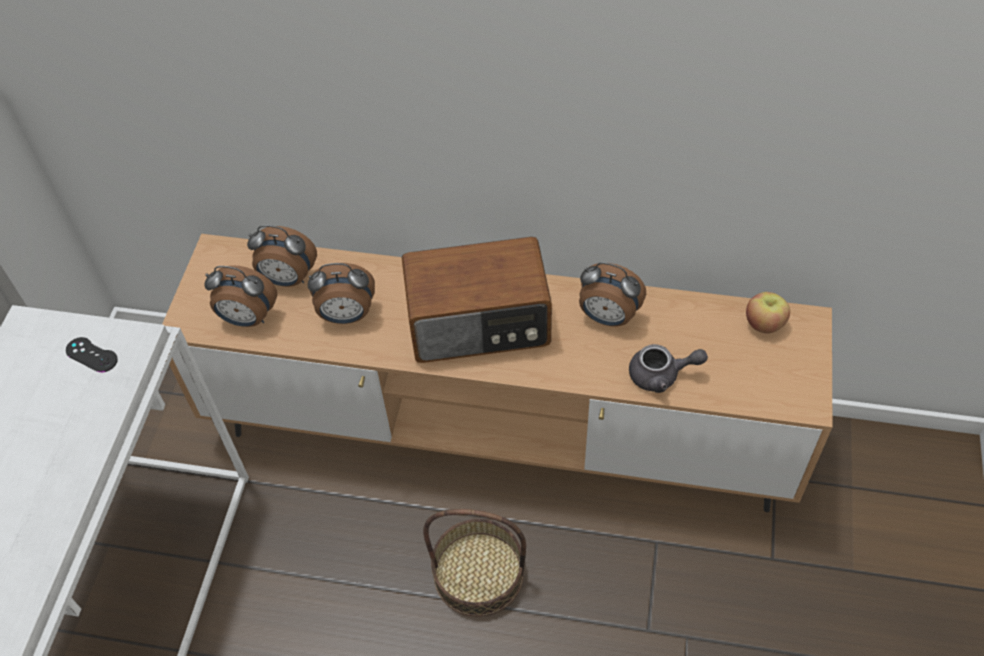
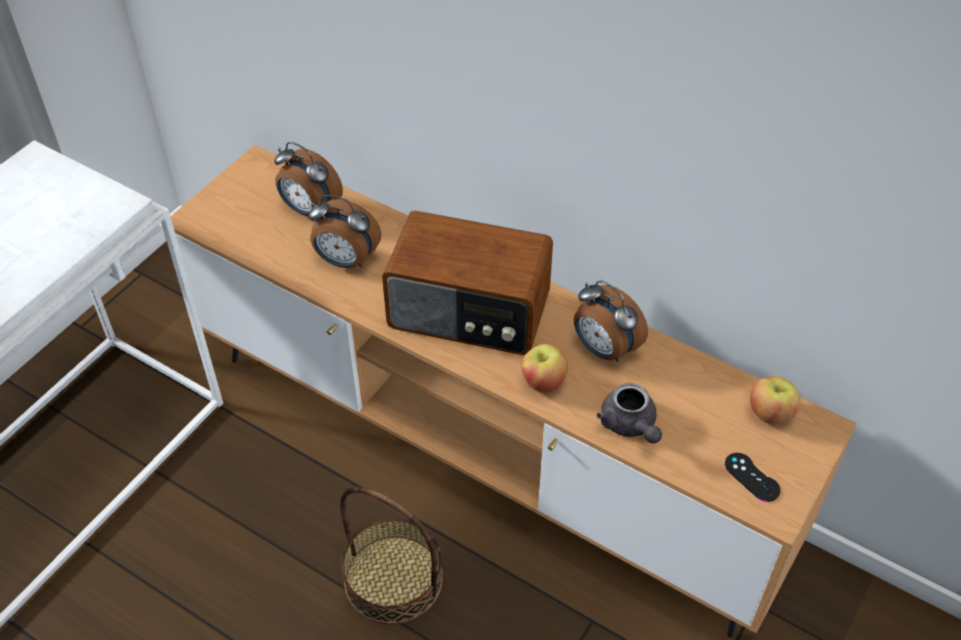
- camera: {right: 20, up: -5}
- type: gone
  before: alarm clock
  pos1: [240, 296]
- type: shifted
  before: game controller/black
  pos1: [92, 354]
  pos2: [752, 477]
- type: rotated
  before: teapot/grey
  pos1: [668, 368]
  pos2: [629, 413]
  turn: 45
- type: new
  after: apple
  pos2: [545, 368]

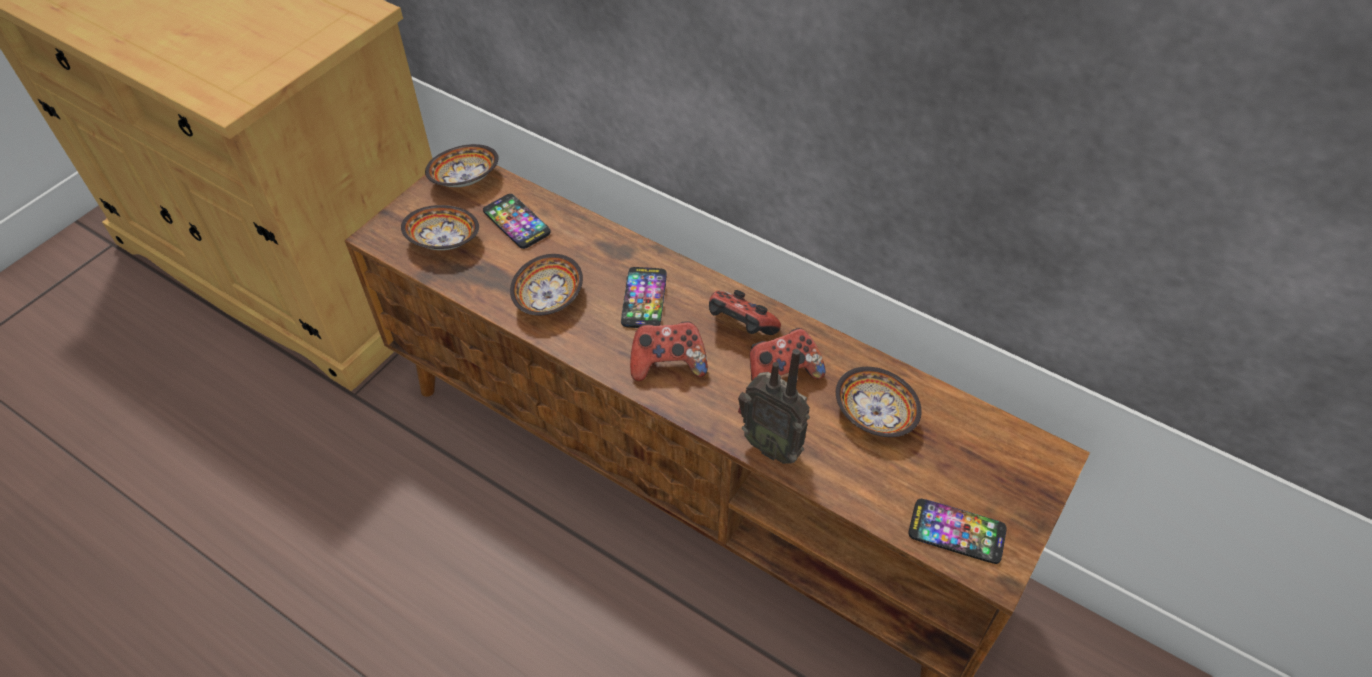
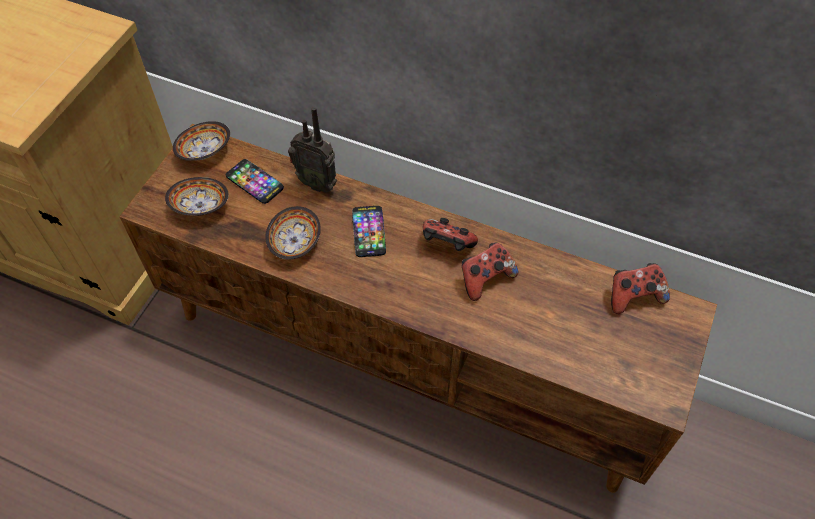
- camera: {right: -10, up: 5}
- type: shifted
  before: game controller
  pos1: [669, 351]
  pos2: [640, 288]
- type: shifted
  before: radio
  pos1: [774, 406]
  pos2: [312, 150]
- type: gone
  before: bowl
  pos1: [879, 402]
- type: gone
  before: phone
  pos1: [957, 531]

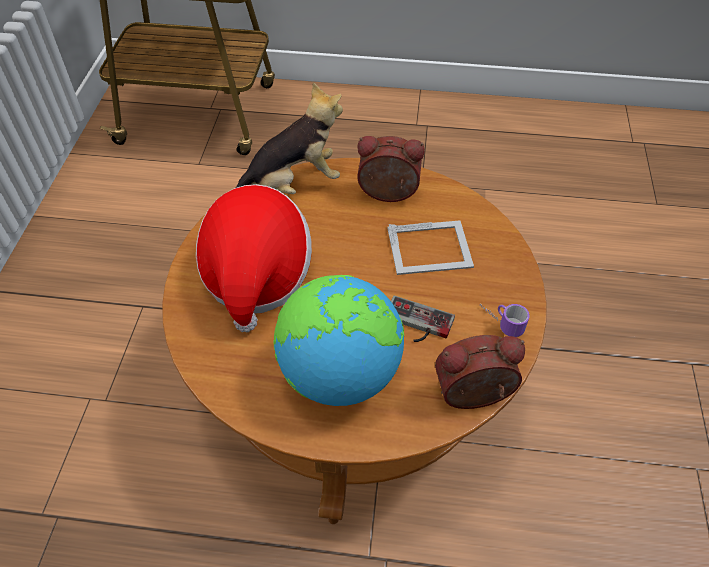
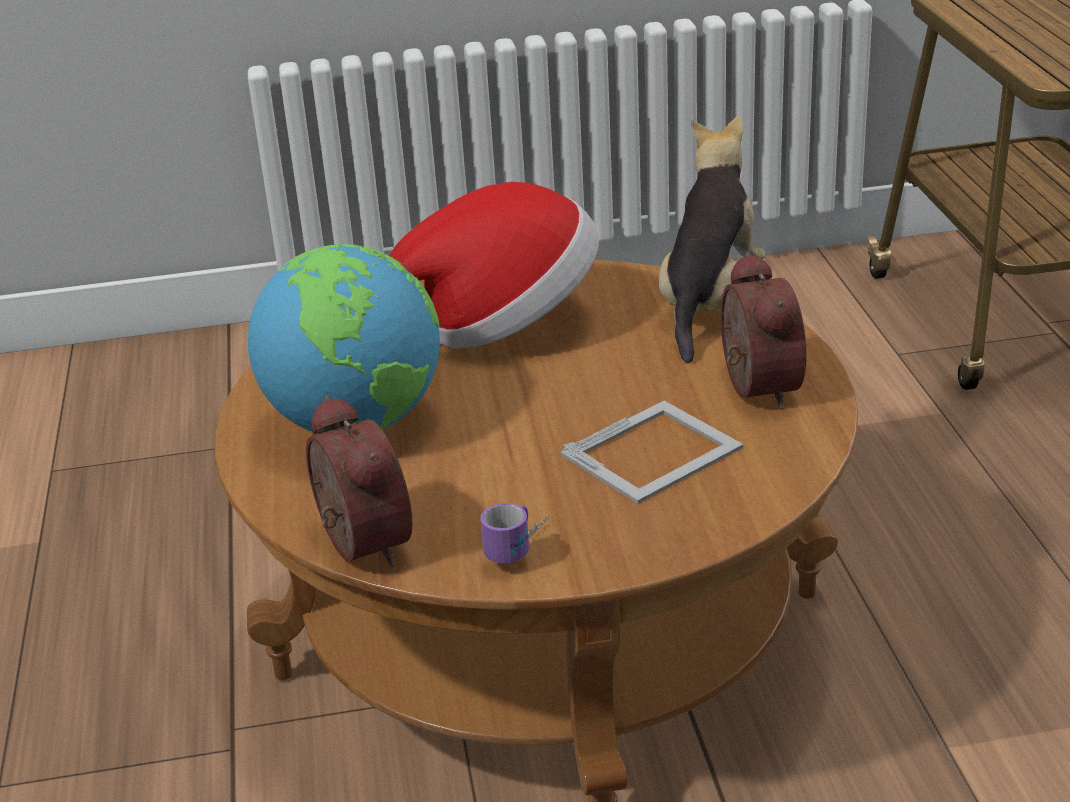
- camera: {right: 75, up: -20}
- type: rotated
  before: plush toy
  pos1: [289, 138]
  pos2: [712, 239]
  turn: -120
- type: rotated
  before: picture frame
  pos1: [430, 247]
  pos2: [652, 452]
  turn: -105
- type: gone
  before: game controller
  pos1: [423, 319]

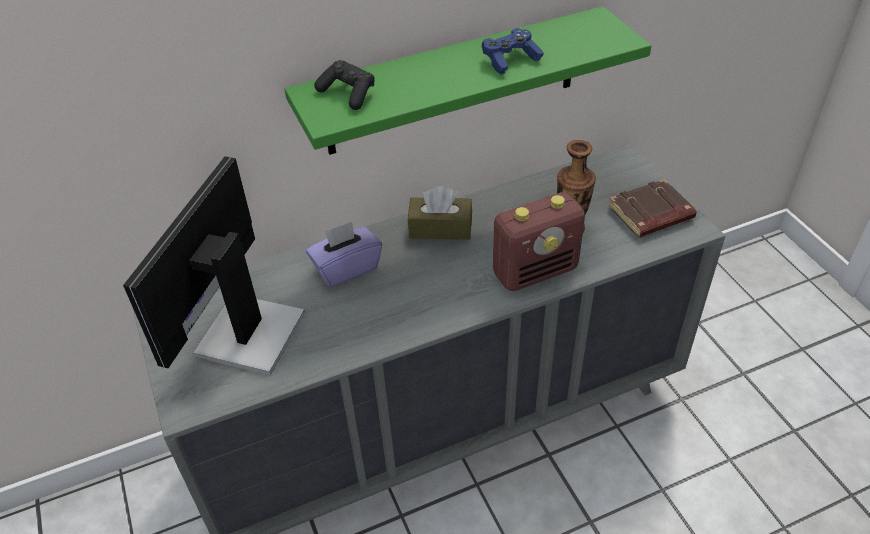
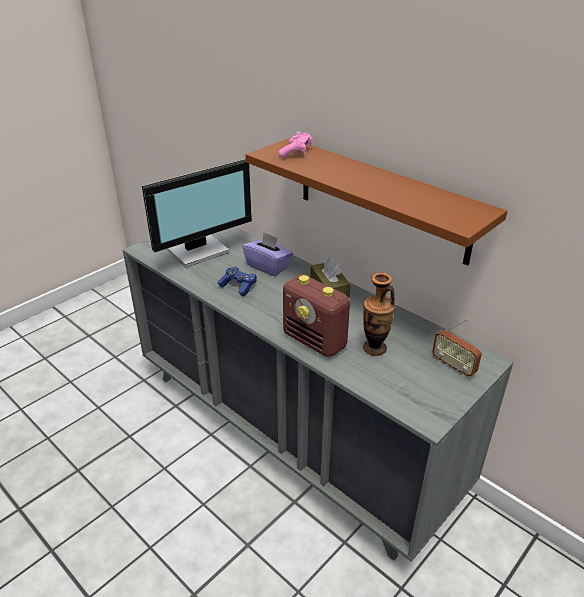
- camera: {right: 65, up: -10}
- type: repainted
  before: shelf/green
  after: shelf/brown
  pos1: [467, 80]
  pos2: [376, 202]
- type: shifted
  before: game controller/blue
  pos1: [513, 51]
  pos2: [237, 281]
- type: repainted
  before: game controller/black
  after: game controller/pink
  pos1: [344, 85]
  pos2: [295, 145]
- type: rotated
  before: monitor
  pos1: [214, 265]
  pos2: [197, 213]
  turn: 150
- type: gone
  before: book/brown
  pos1: [652, 208]
- type: new
  after: radio
  pos2: [457, 347]

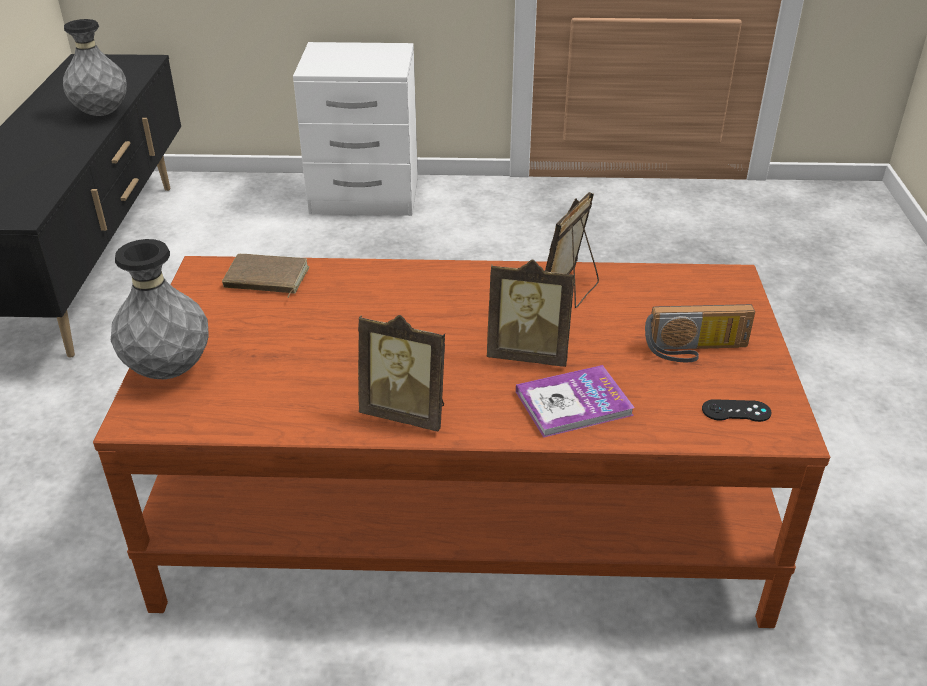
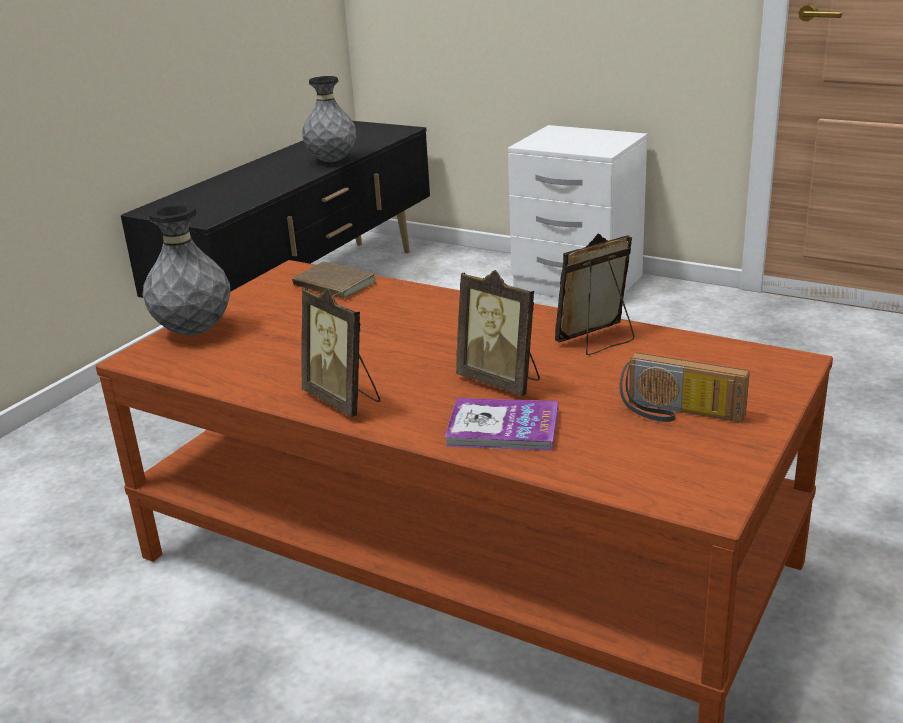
- camera: {right: 30, up: -10}
- type: gone
  before: game controller/black
  pos1: [736, 410]

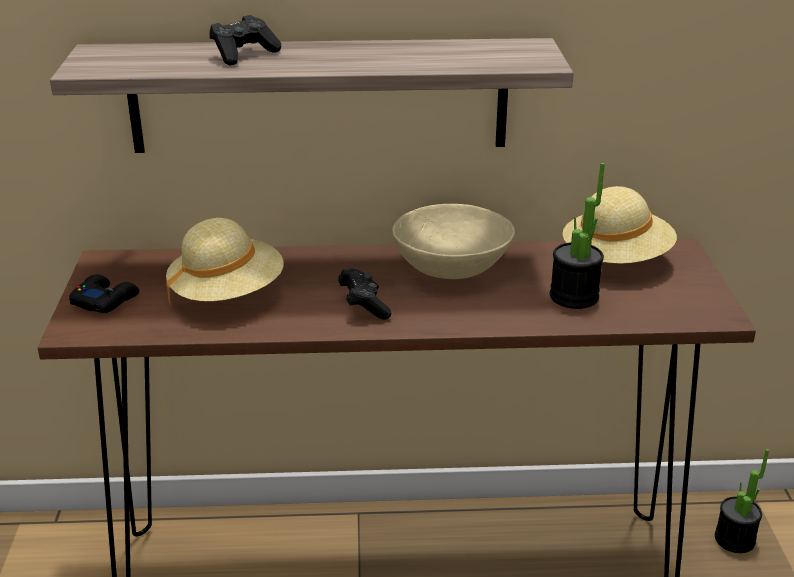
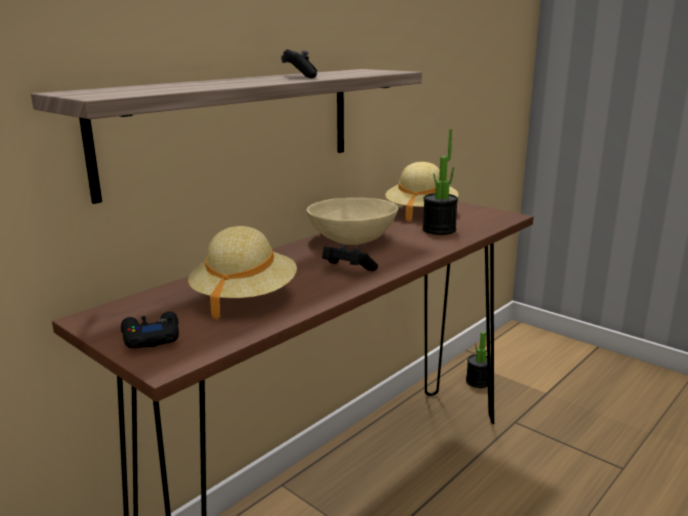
- camera: {right: -45, up: -10}
- type: shifted
  before: game controller/black
  pos1: [245, 40]
  pos2: [299, 63]

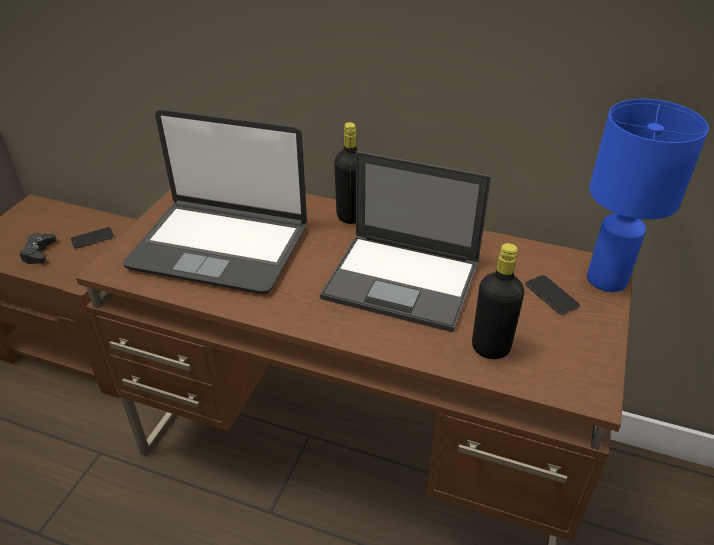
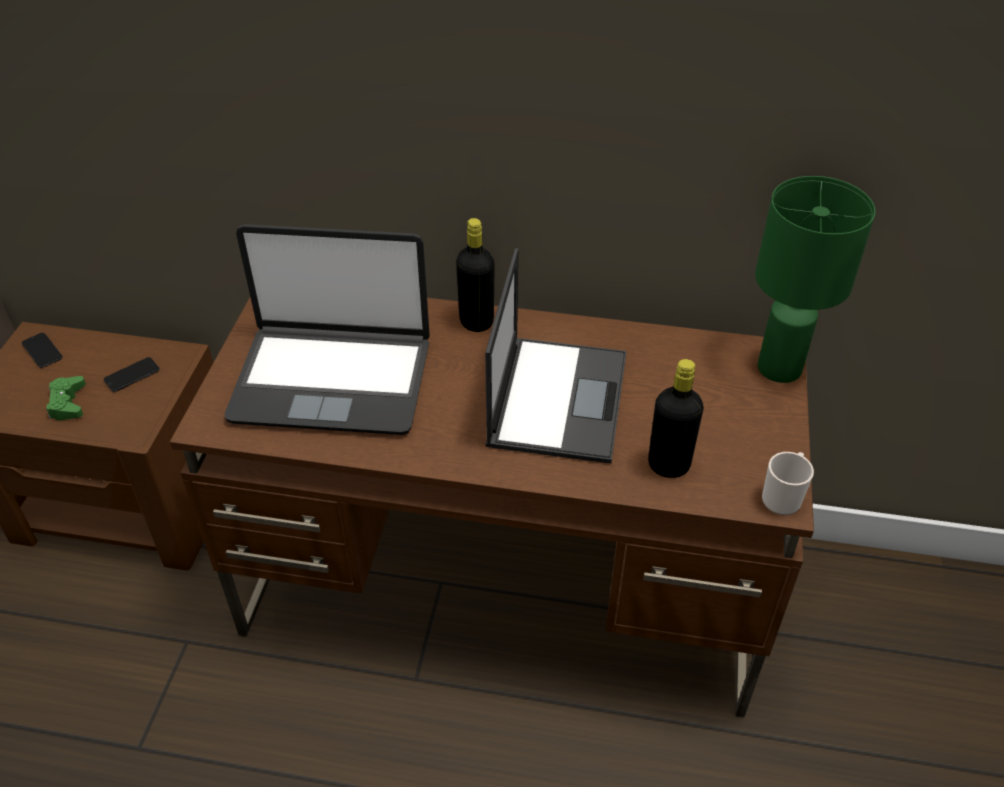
- camera: {right: -10, up: 5}
- type: repainted
  before: table lamp/blue
  after: table lamp/green
  pos1: [648, 195]
  pos2: [815, 279]
- type: rotated
  before: laptop
  pos1: [405, 241]
  pos2: [556, 356]
  turn: -90
- type: repainted
  before: game controller/black
  after: game controller/green
  pos1: [38, 248]
  pos2: [66, 398]
- type: shifted
  before: phone
  pos1: [552, 295]
  pos2: [42, 350]
- type: new
  after: mug
  pos2: [788, 484]

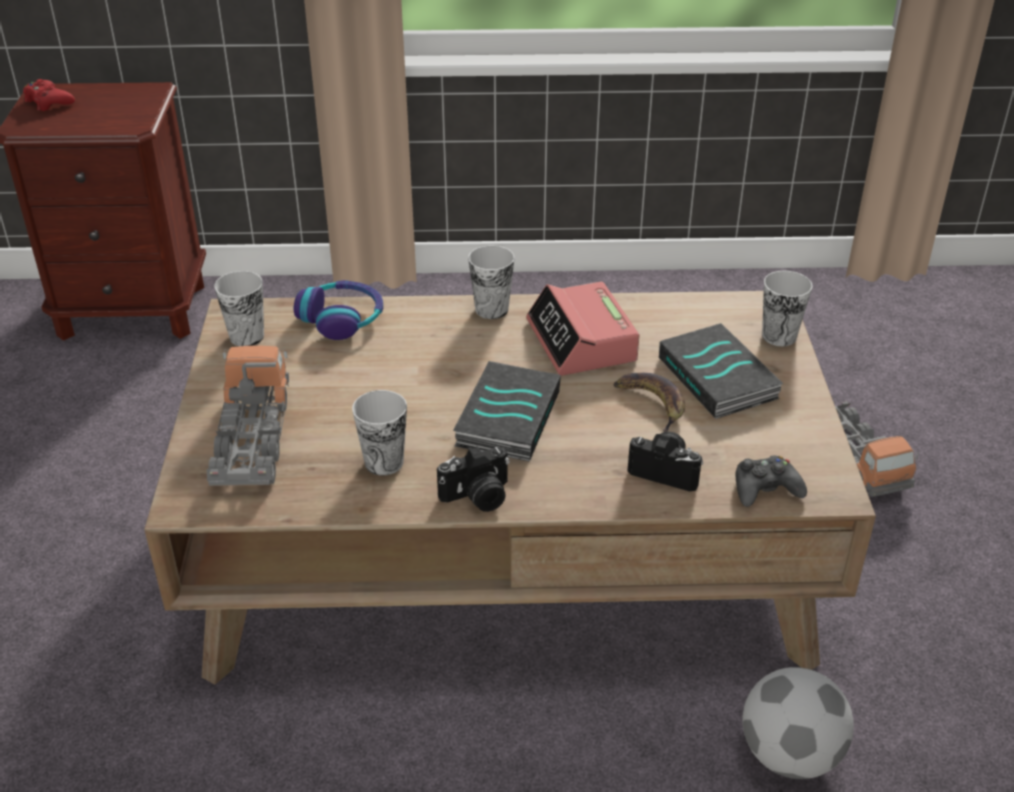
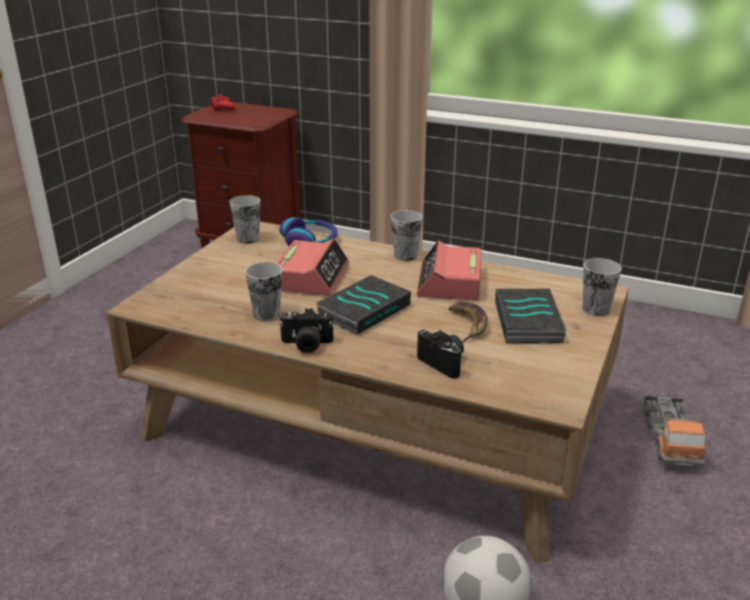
- camera: {right: 25, up: -10}
- type: gone
  before: toy truck
  pos1: [248, 416]
- type: gone
  before: game controller/black
  pos1: [771, 481]
- type: new
  after: alarm clock
  pos2: [312, 267]

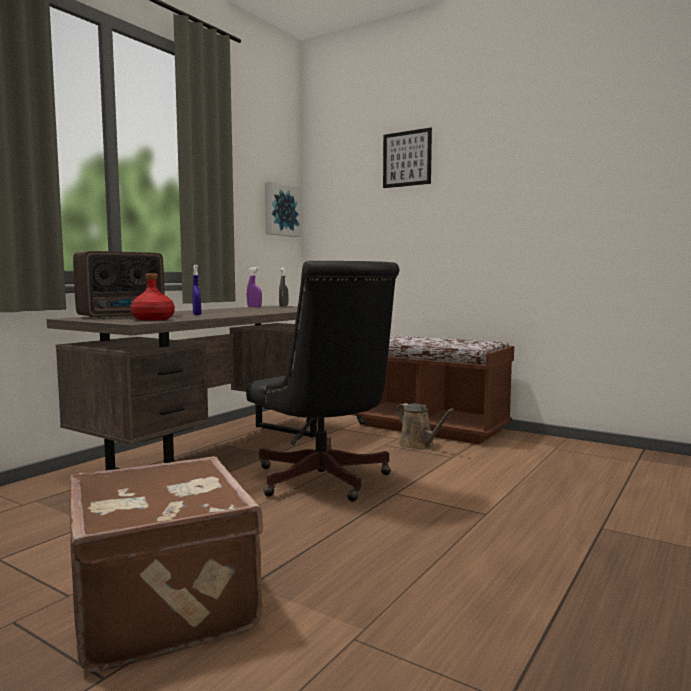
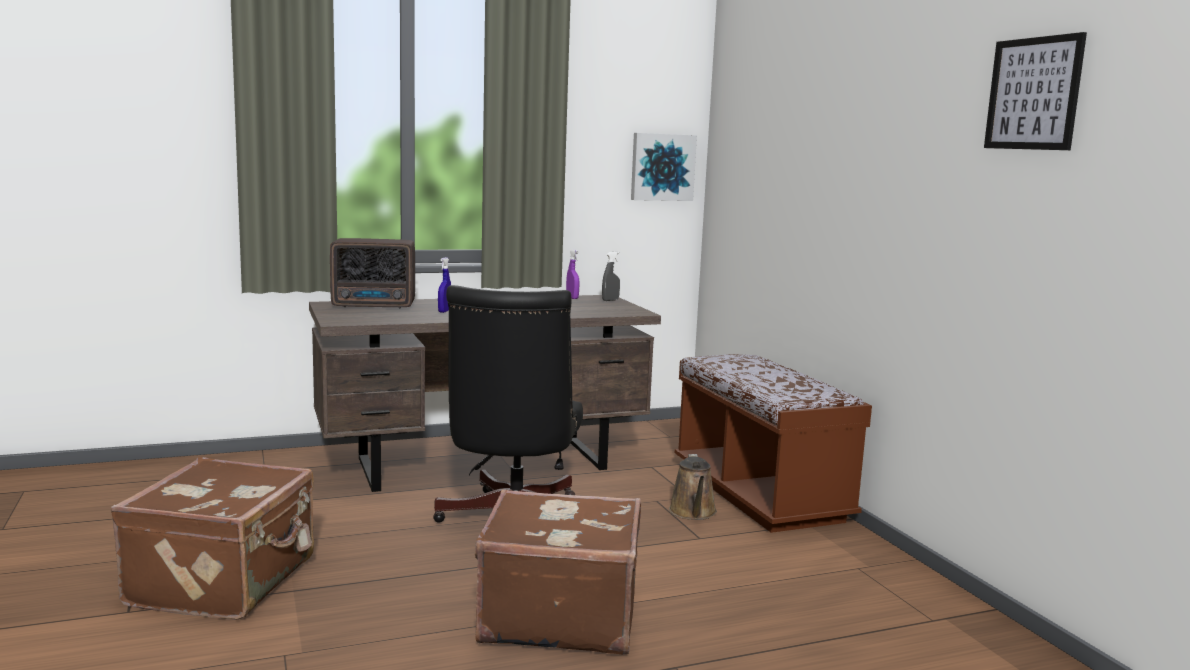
- camera: {right: 35, up: 5}
- type: shifted
  before: picture
  pos1: [407, 157]
  pos2: [1035, 91]
- type: gone
  before: bottle/red
  pos1: [152, 297]
- type: new
  after: suitcase/brown
  pos2: [558, 571]

